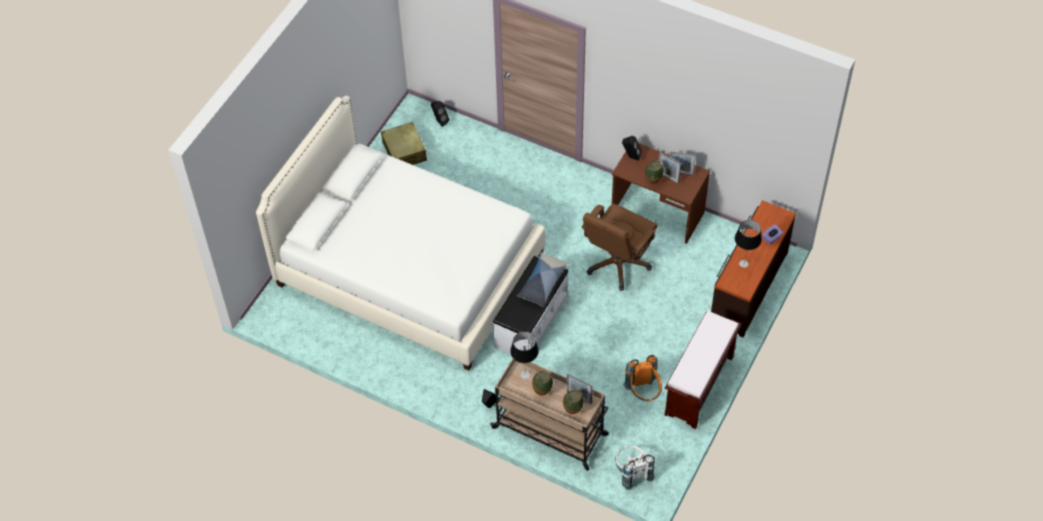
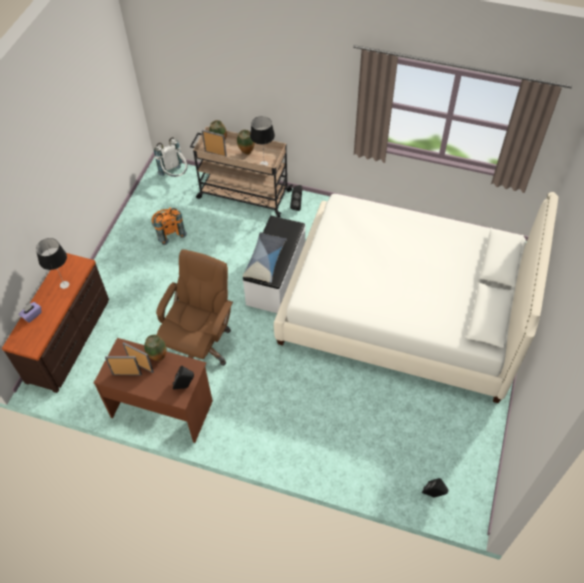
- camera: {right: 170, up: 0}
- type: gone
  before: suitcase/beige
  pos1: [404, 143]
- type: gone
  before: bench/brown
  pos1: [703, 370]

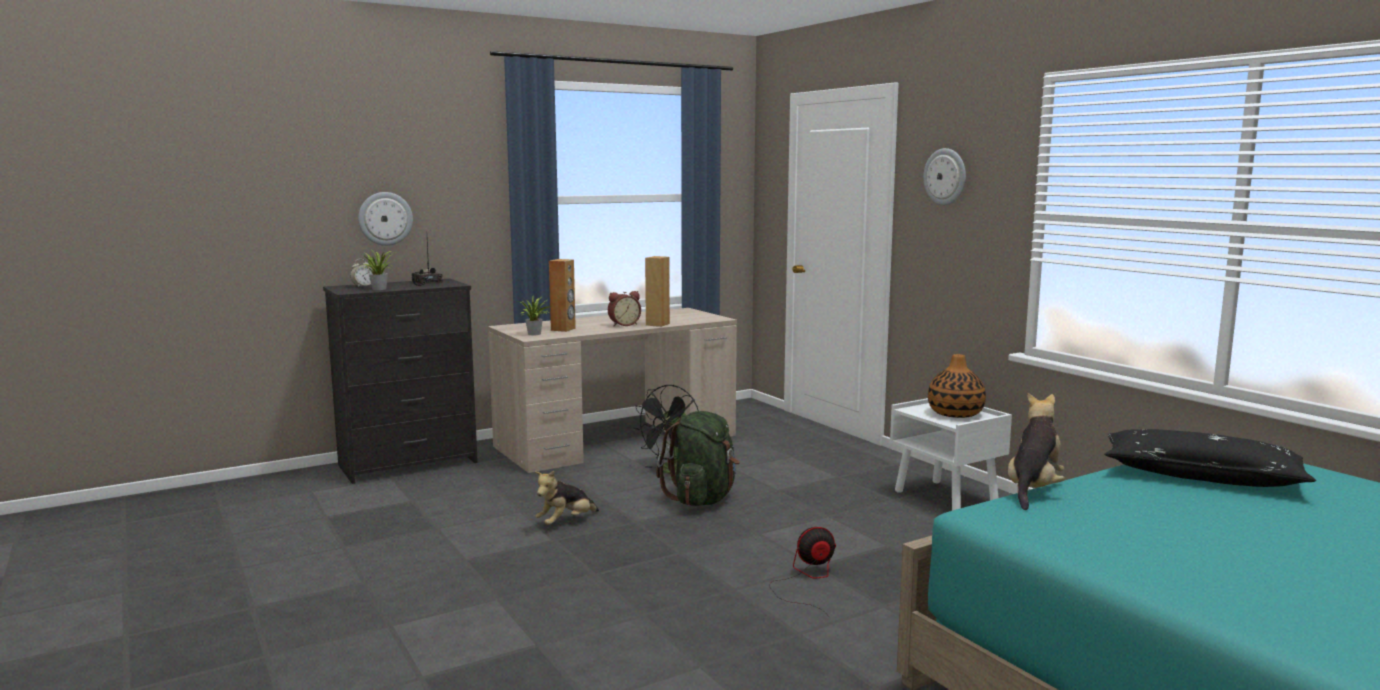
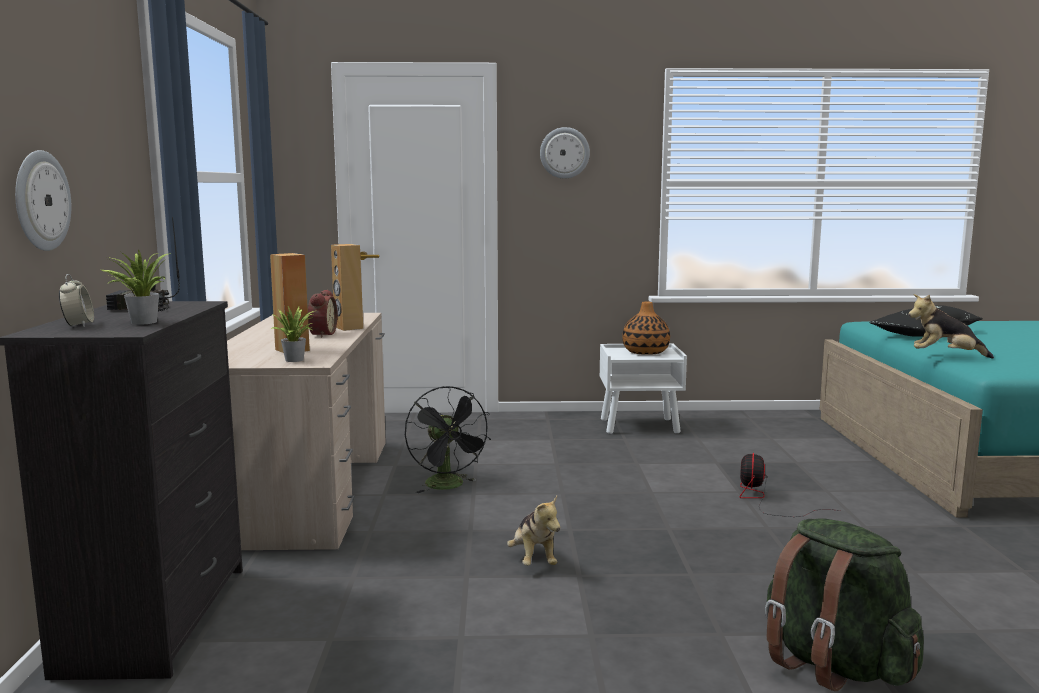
- camera: {right: -60, up: 0}
- type: rotated
  before: plush toy
  pos1: [1036, 451]
  pos2: [951, 326]
  turn: -45
- type: shifted
  before: backpack/green
  pos1: [698, 458]
  pos2: [844, 605]

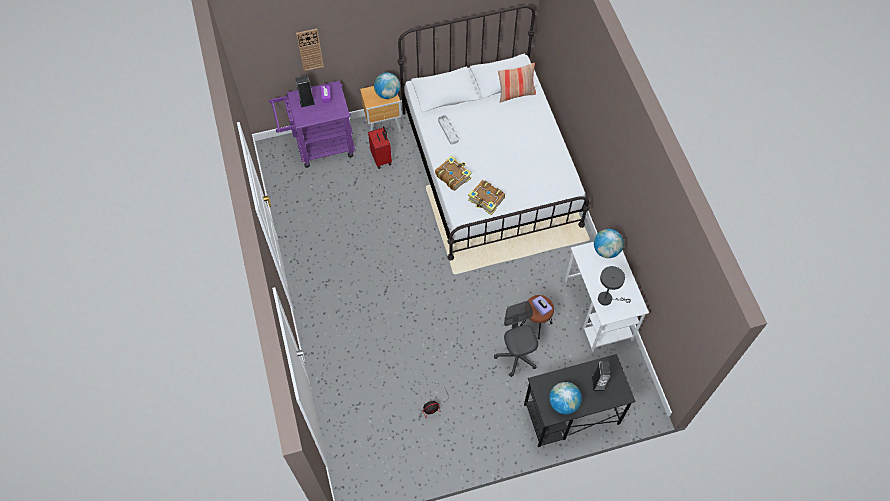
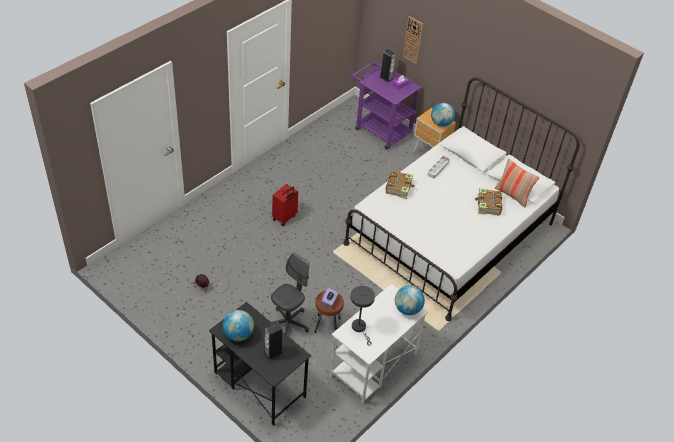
- camera: {right: 55, up: -15}
- type: shifted
  before: suitcase/red
  pos1: [380, 147]
  pos2: [285, 205]
- type: shifted
  before: book
  pos1: [486, 197]
  pos2: [488, 202]

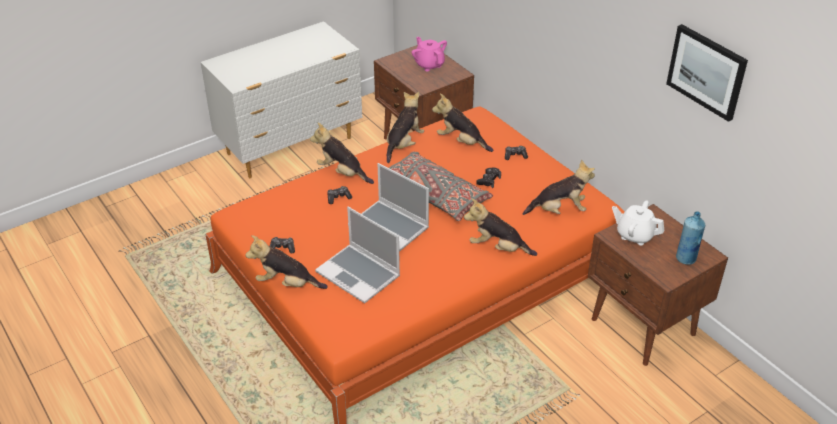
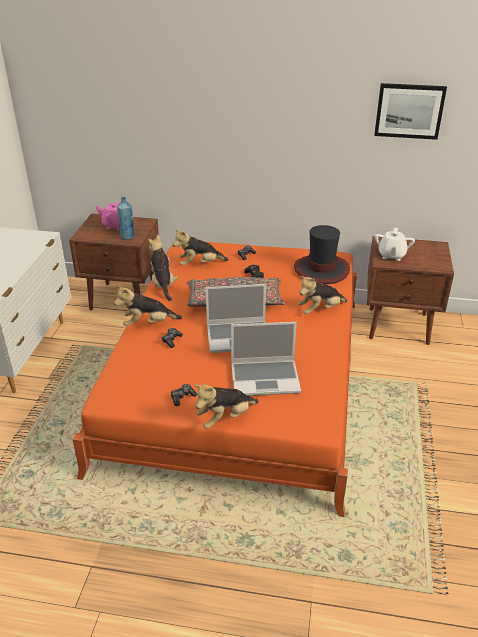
- camera: {right: -45, up: -5}
- type: swapped
  before: plush toy
  after: hat
  pos1: [559, 187]
  pos2: [322, 254]
- type: rotated
  before: teapot/white
  pos1: [638, 222]
  pos2: [394, 244]
  turn: -60
- type: shifted
  before: bottle/blue
  pos1: [690, 238]
  pos2: [126, 218]

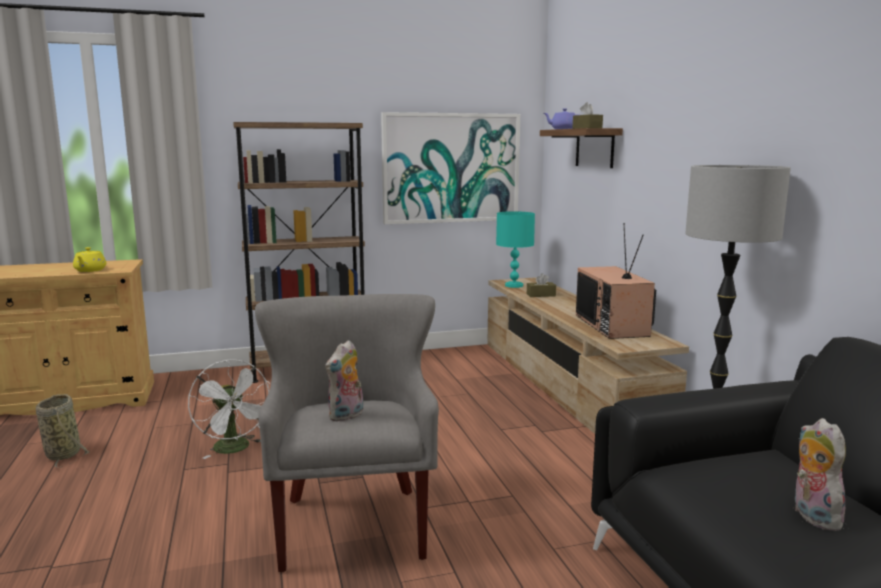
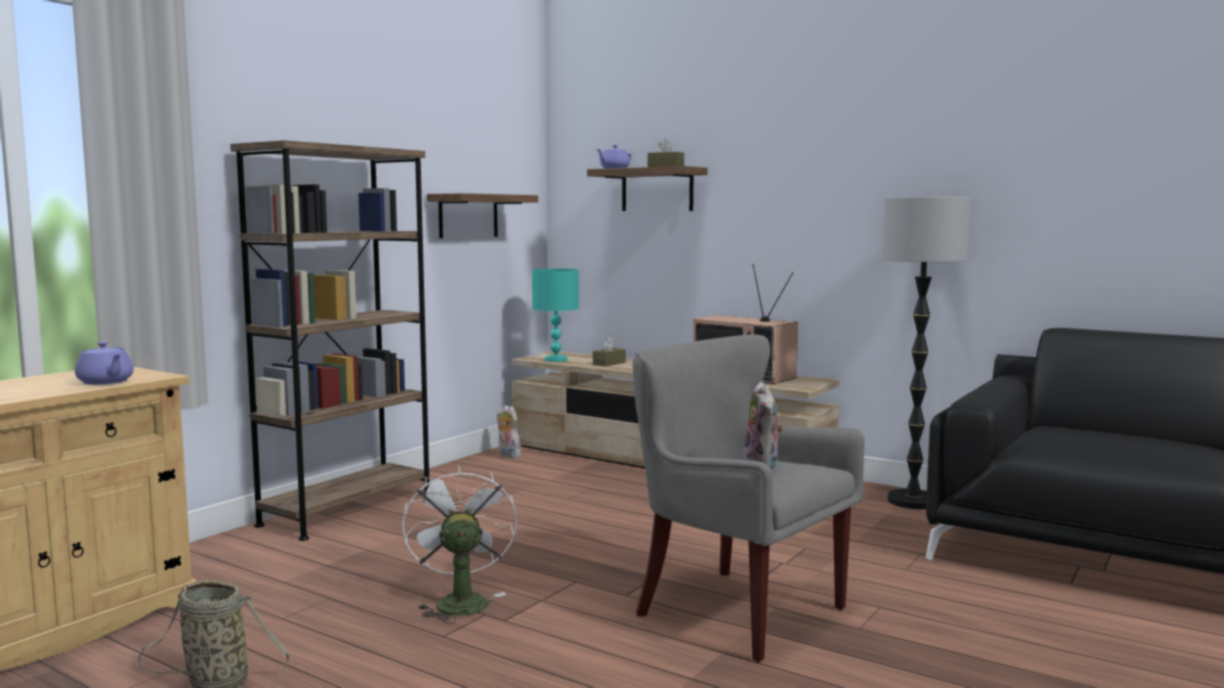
- camera: {right: -40, up: -5}
- type: swapped
  before: picture
  after: shelf
  pos1: [450, 168]
  pos2: [482, 215]
- type: repainted
  before: teapot/yellow
  after: teapot/purple
  pos1: [89, 259]
  pos2: [104, 363]
- type: rotated
  before: fan/white
  pos1: [229, 409]
  pos2: [459, 544]
  turn: -120
- type: shifted
  before: plush toy
  pos1: [822, 474]
  pos2: [509, 431]

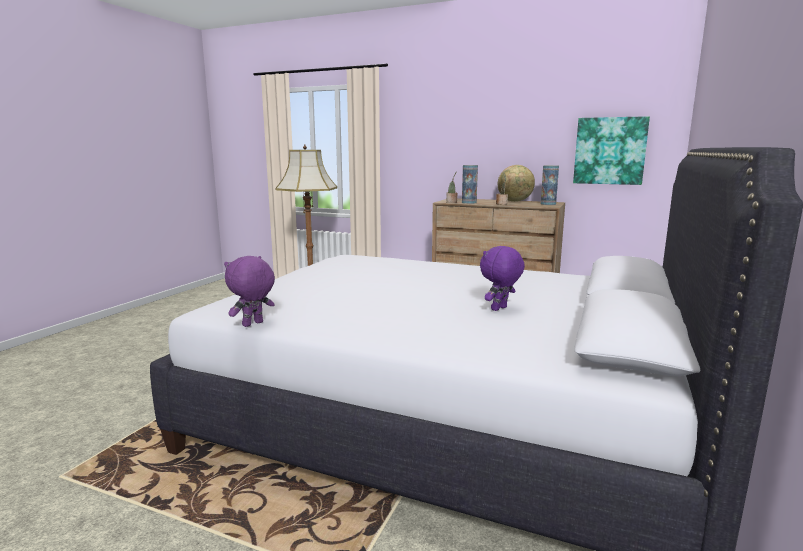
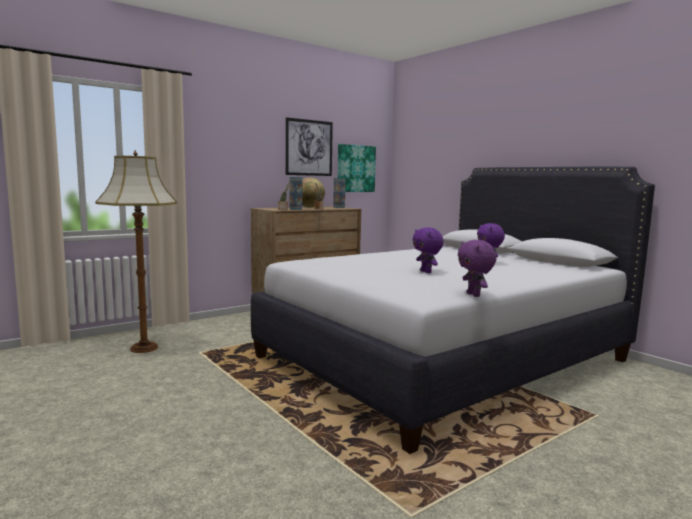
- camera: {right: -60, up: -5}
- type: new
  after: picture
  pos2: [309, 146]
- type: new
  after: plush toy/purple
  pos2: [428, 250]

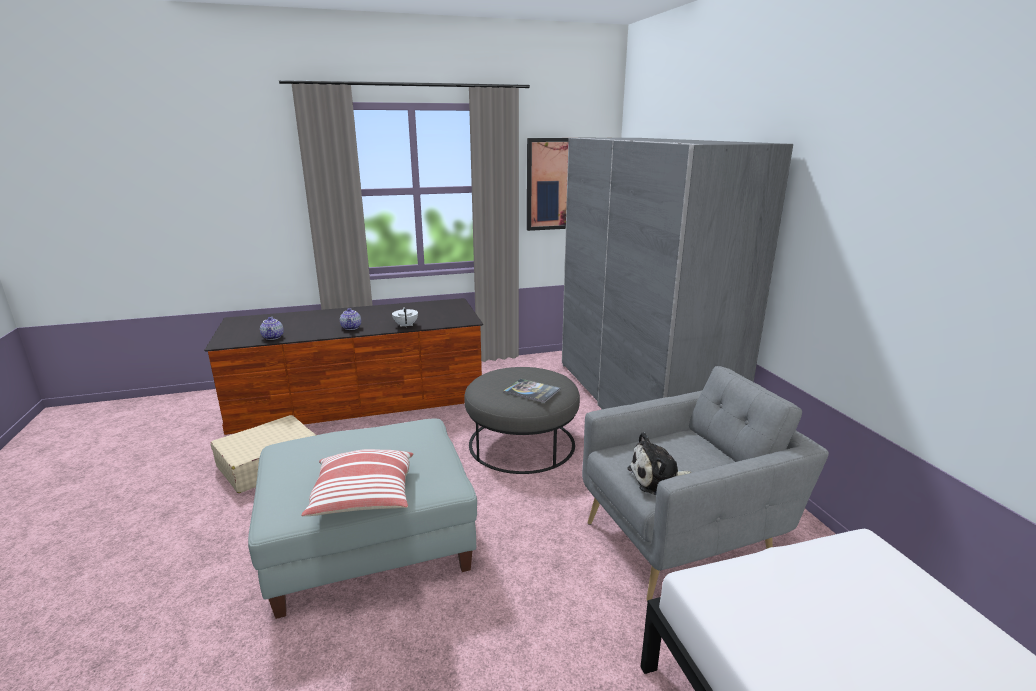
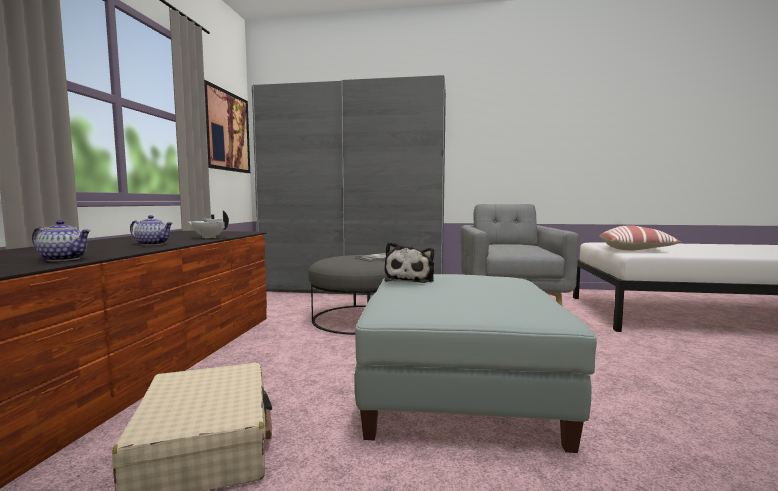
- camera: {right: -65, up: -15}
- type: shifted
  before: plush toy
  pos1: [659, 463]
  pos2: [409, 262]
- type: shifted
  before: pillow
  pos1: [357, 482]
  pos2: [640, 237]

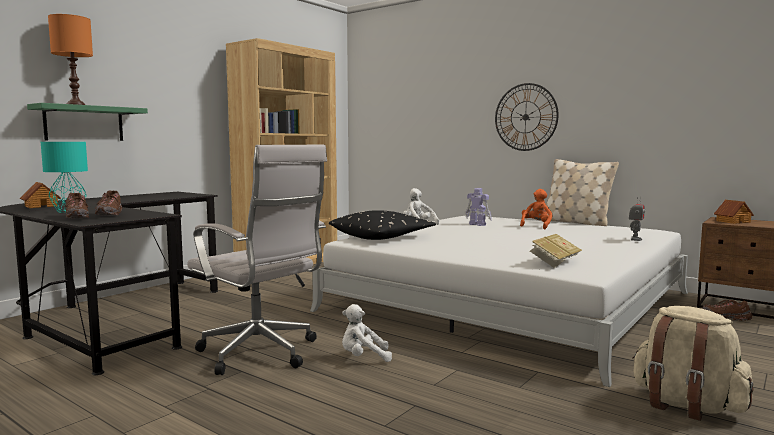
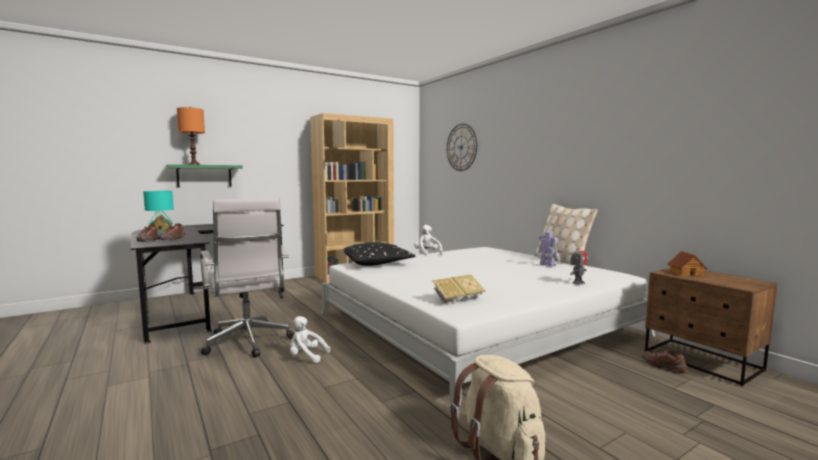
- camera: {right: 20, up: 0}
- type: shifted
  before: wall clock
  pos1: [527, 117]
  pos2: [462, 147]
- type: shifted
  before: toy robot
  pos1: [479, 207]
  pos2: [548, 249]
- type: gone
  before: plush toy/orange
  pos1: [536, 209]

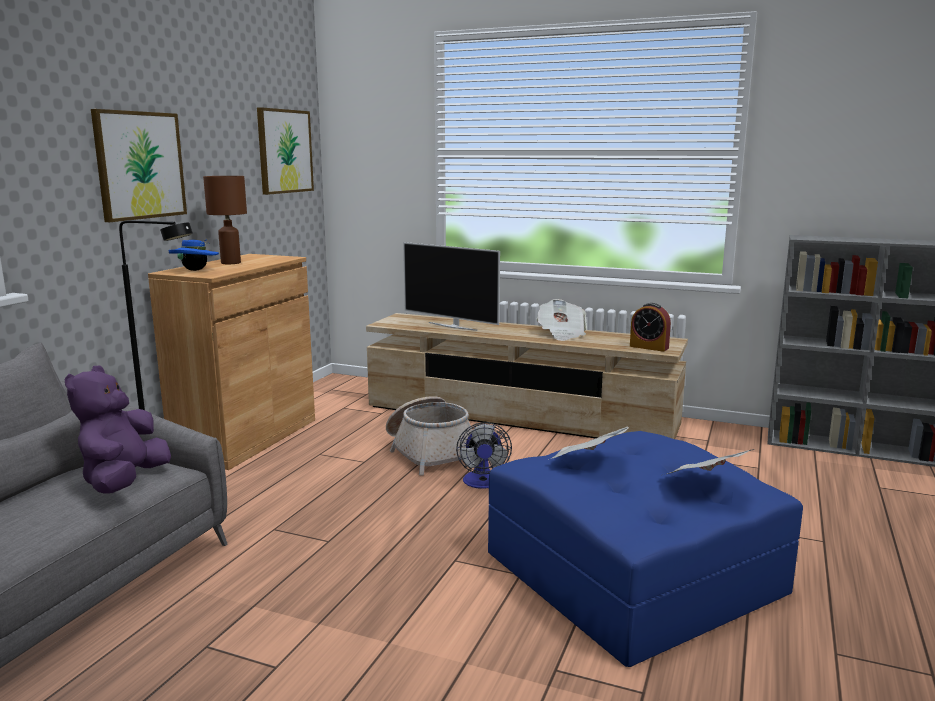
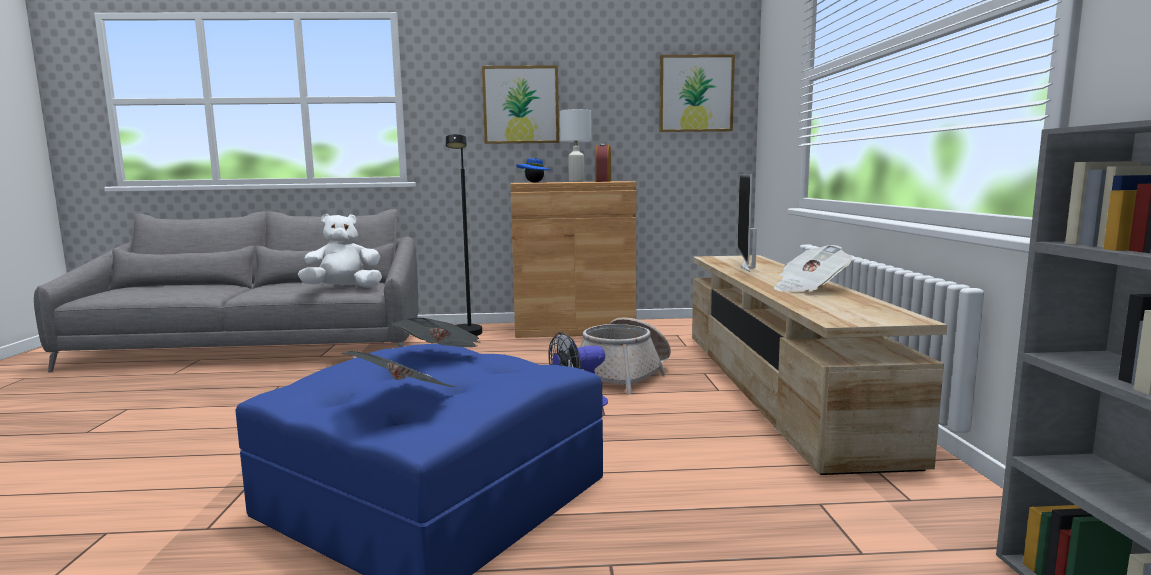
- camera: {right: 65, up: -5}
- type: repainted
  before: table lamp/brown
  after: table lamp/white
  pos1: [225, 220]
  pos2: [576, 145]
- type: shifted
  before: alarm clock
  pos1: [650, 327]
  pos2: [603, 162]
- type: repainted
  before: plush toy/purple
  after: plush toy/white
  pos1: [118, 430]
  pos2: [340, 251]

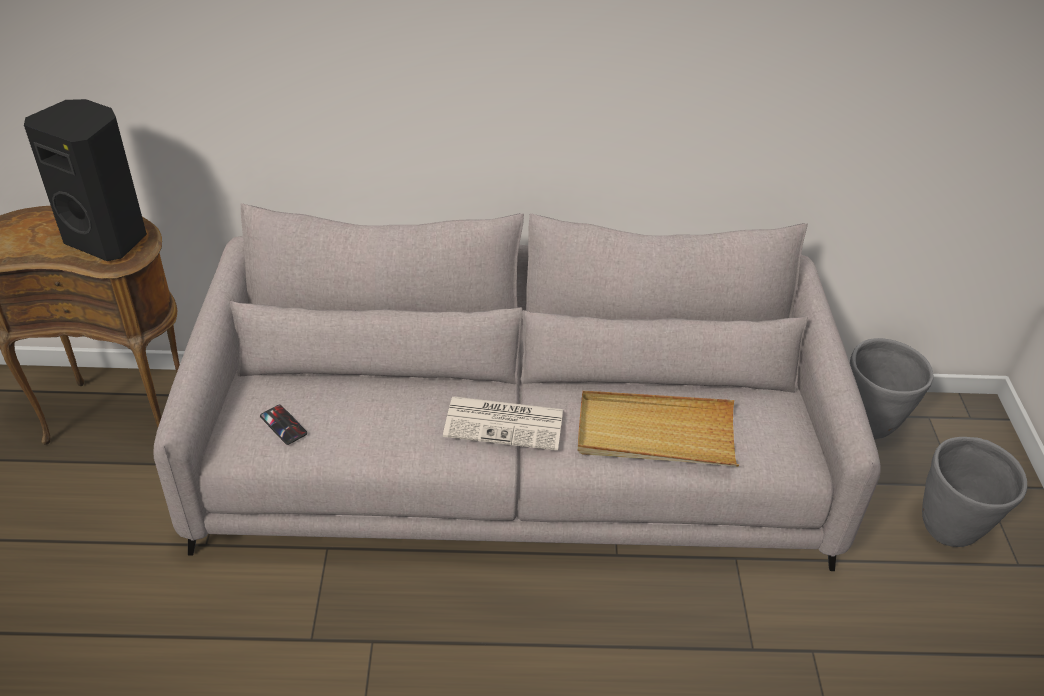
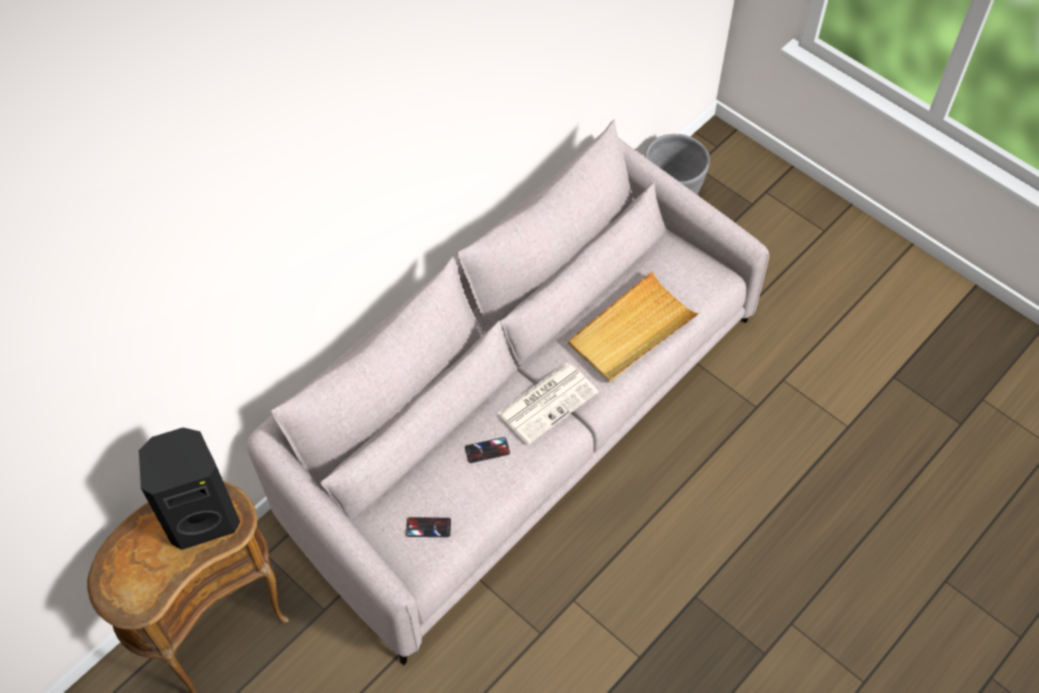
- camera: {right: -45, up: 15}
- type: gone
  before: planter/grey
  pos1: [974, 492]
- type: new
  after: phone
  pos2: [487, 450]

